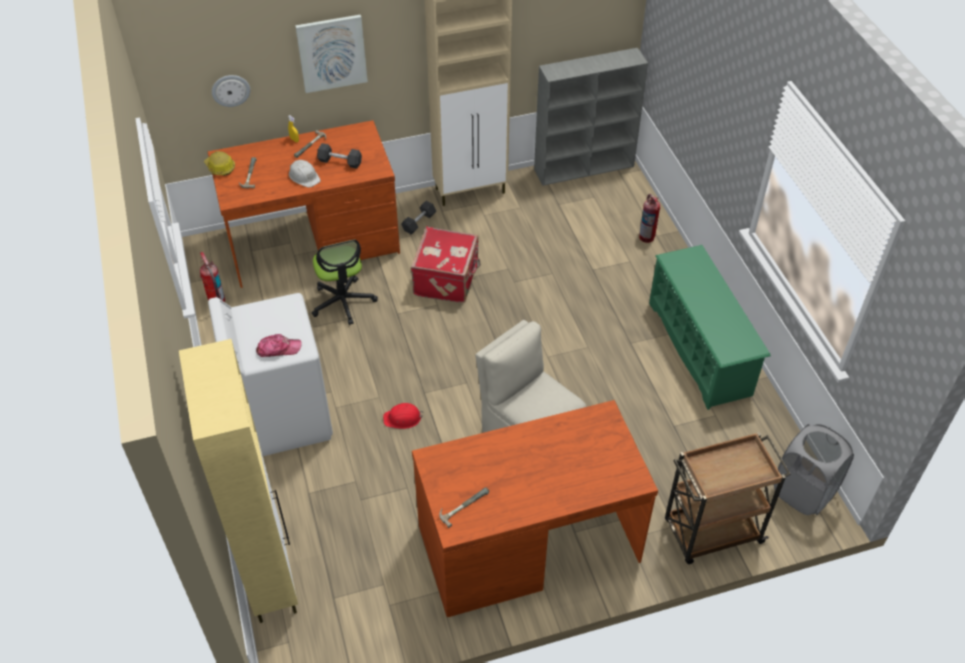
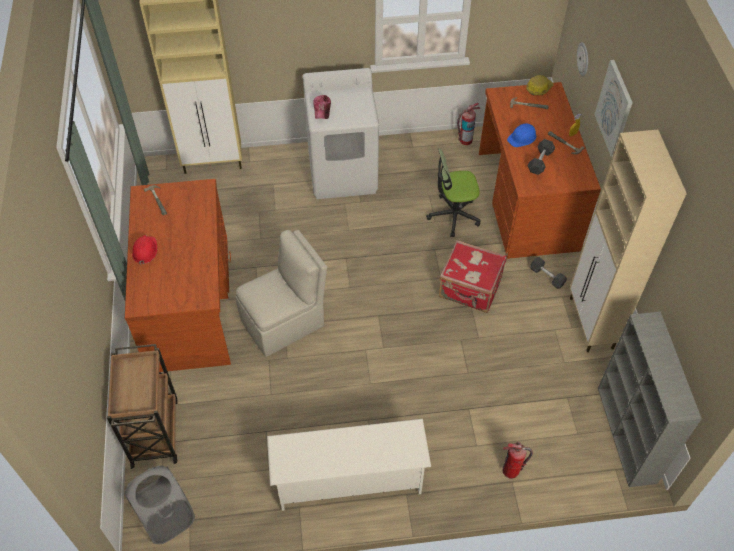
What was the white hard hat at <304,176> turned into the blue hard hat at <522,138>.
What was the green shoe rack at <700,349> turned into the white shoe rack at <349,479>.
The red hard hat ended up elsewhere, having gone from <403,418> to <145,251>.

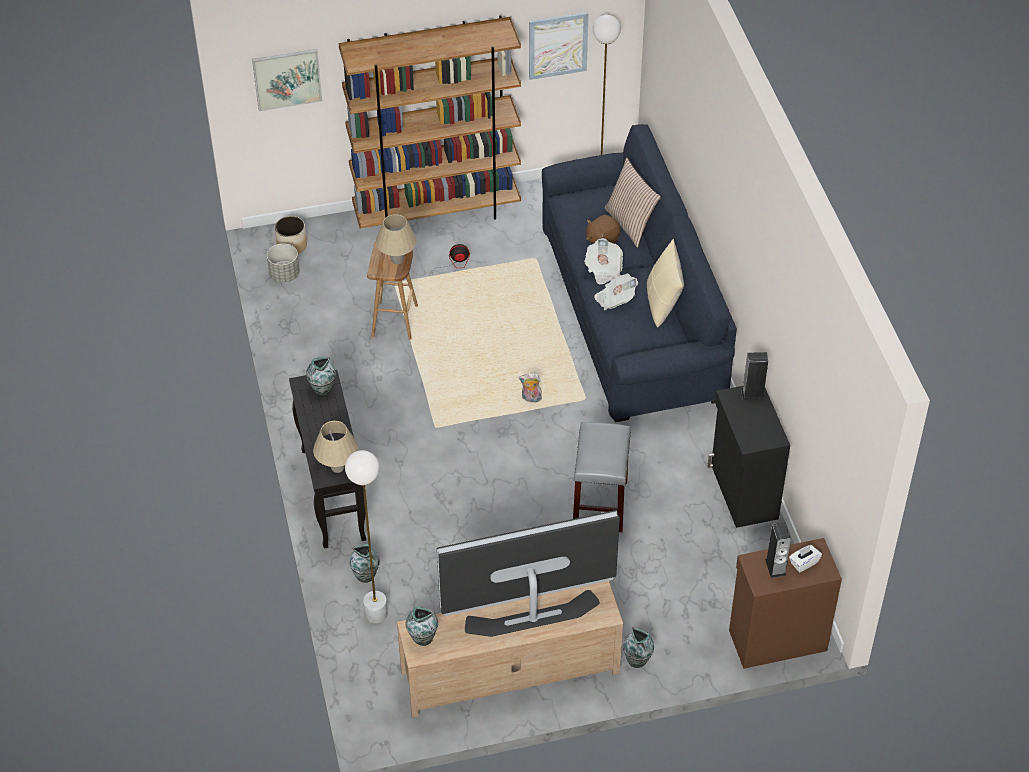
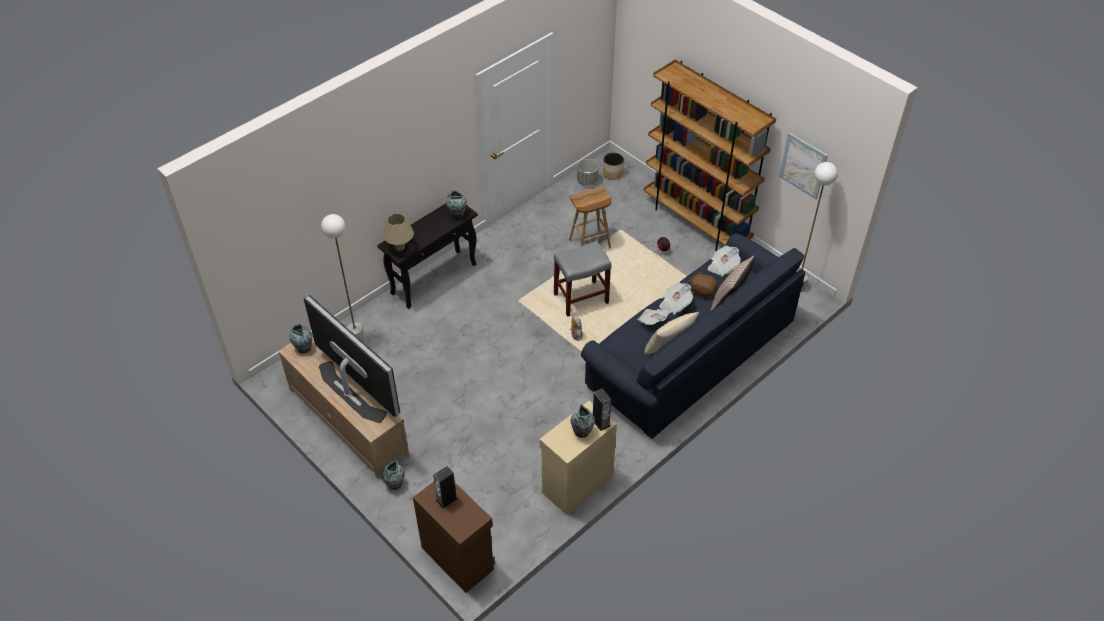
The second view lost the picture at <287,79>.
The second view lost the beige table lamp at <397,260>.
What was the black cabinet at <743,492> turned into the beige cabinet at <576,484>.
The grey stool ended up elsewhere, having gone from <600,504> to <580,299>.
The vase ended up elsewhere, having gone from <366,575> to <582,432>.
The second view lost the white tissue box at <803,563>.
The second view gained the newspaper at <722,266>.

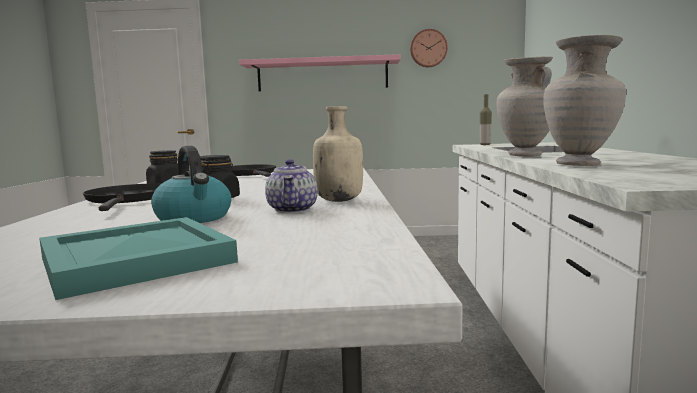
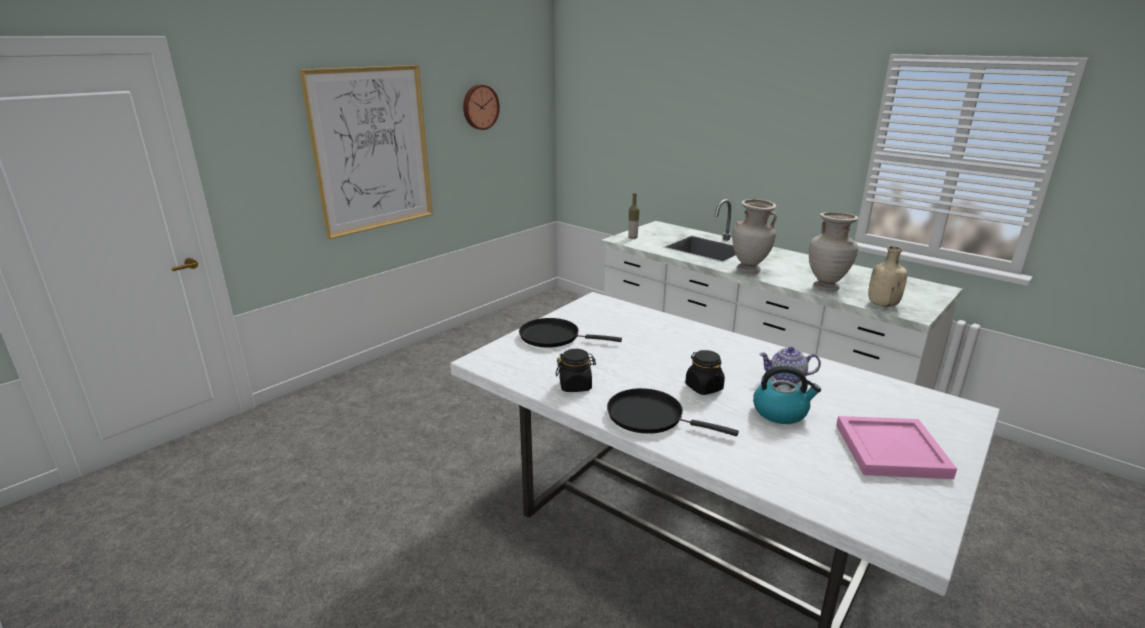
Where the pink shelf hung at <322,75>, the picture came to hang at <372,150>.
The beige bottle ended up elsewhere, having gone from <339,200> to <882,304>.
The teapot at <293,209> ended up facing another way, 150 degrees clockwise from before.
What was the turquoise tray at <134,261> turned into the pink tray at <893,451>.

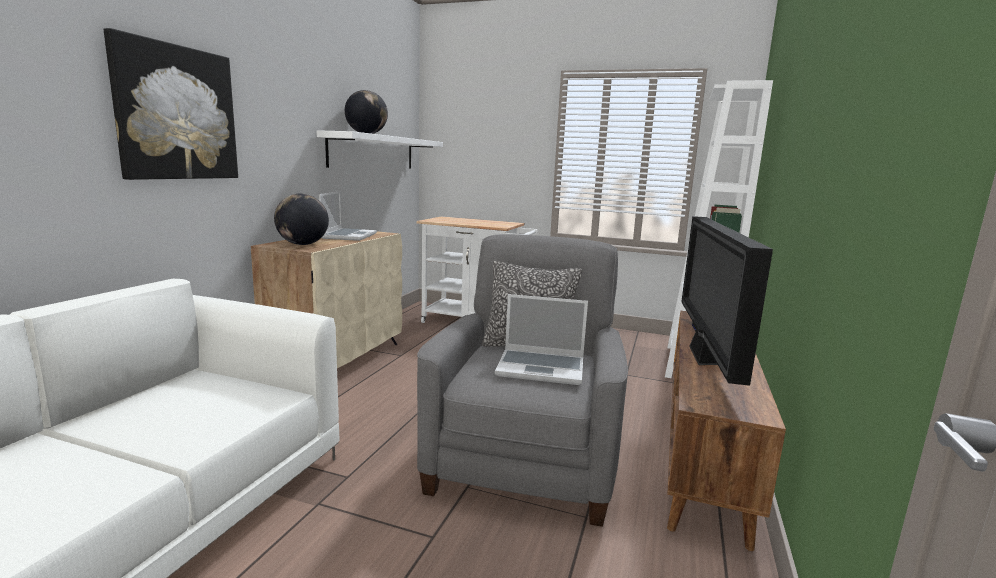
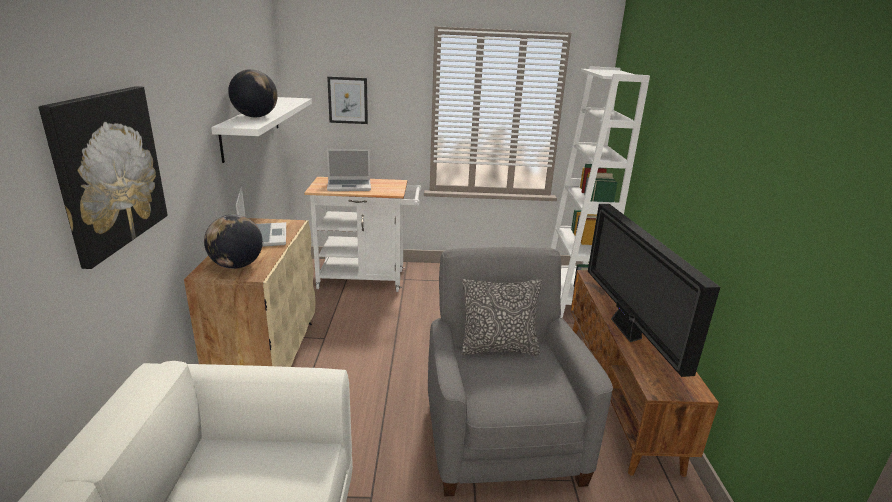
The laptop ended up elsewhere, having gone from <542,368> to <350,186>.
The second view gained the picture at <348,100>.

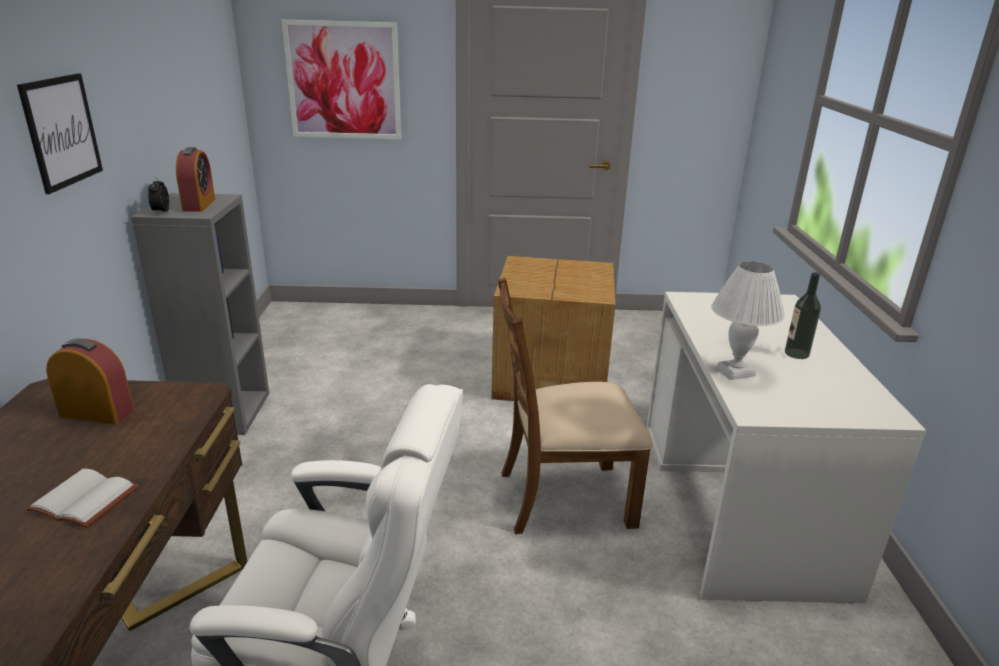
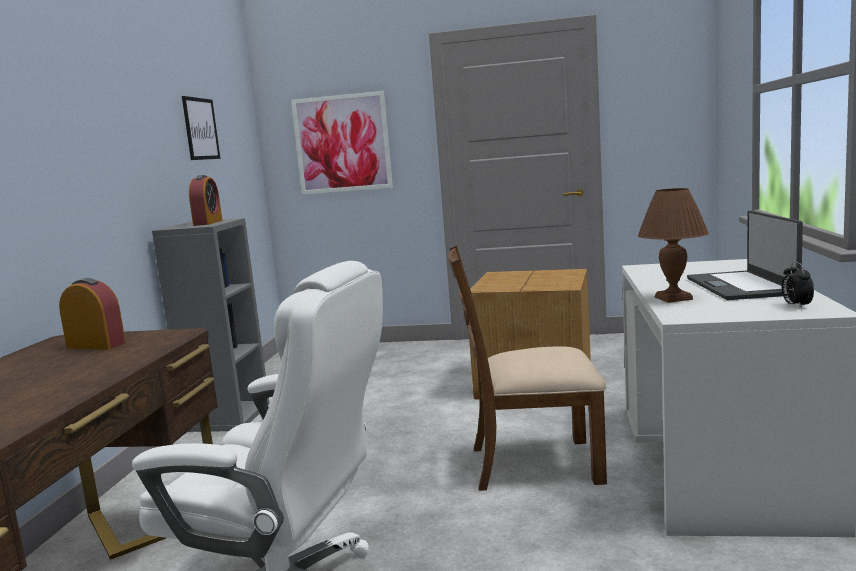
The picture ended up elsewhere, having gone from <62,131> to <201,129>.
The alarm clock ended up elsewhere, having gone from <161,212> to <796,306>.
What was the white table lamp at <736,371> turned into the brown table lamp at <674,298>.
Where the bottle stood at <796,353>, the laptop came to stand at <741,286>.
The second view lost the white book at <87,499>.

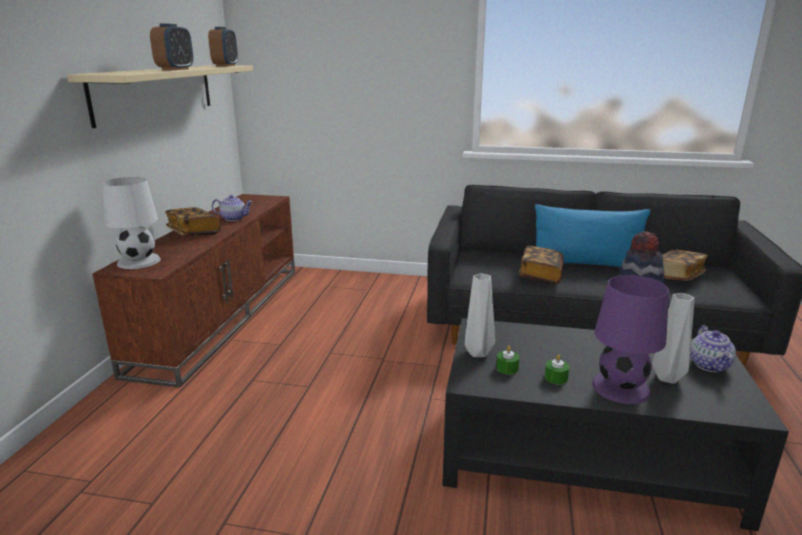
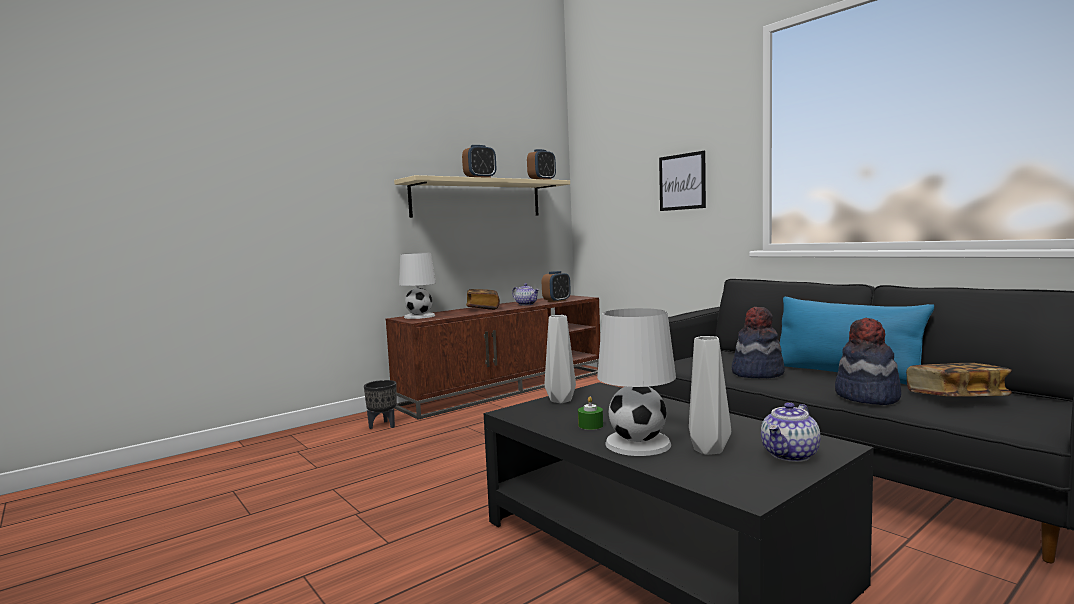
Where the book stood at <540,275>, the hat came to stand at <757,373>.
What was the purple table lamp at <621,388> turned into the white table lamp at <637,444>.
The second view lost the green candle at <507,368>.
The second view gained the picture at <682,182>.
The second view gained the alarm clock at <556,301>.
The second view gained the black planter at <383,425>.

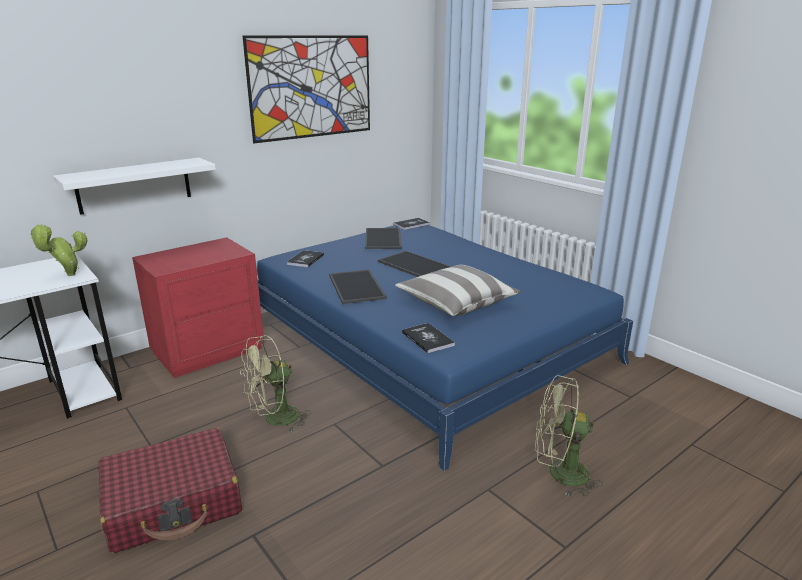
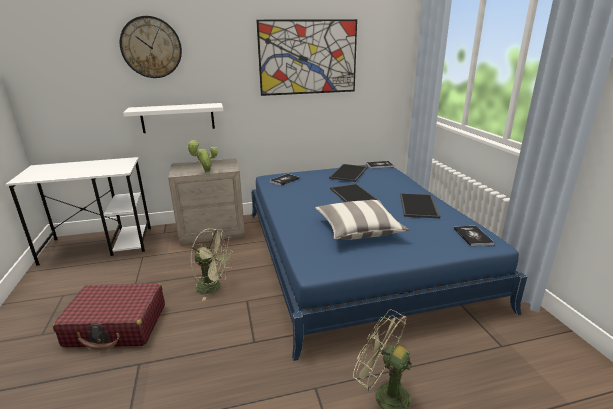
The potted plant ended up elsewhere, having gone from <68,275> to <205,172>.
What was the red nightstand at <207,350> turned into the beige nightstand at <212,231>.
The tray ended up elsewhere, having gone from <358,287> to <419,206>.
The book ended up elsewhere, having gone from <427,339> to <472,236>.
The green fan at <275,420> ended up facing another way, 150 degrees counterclockwise from before.
The second view gained the wall clock at <151,47>.

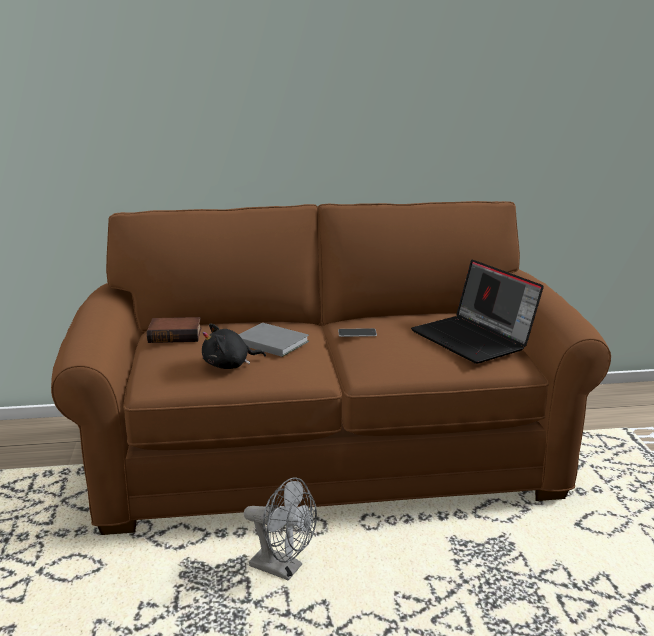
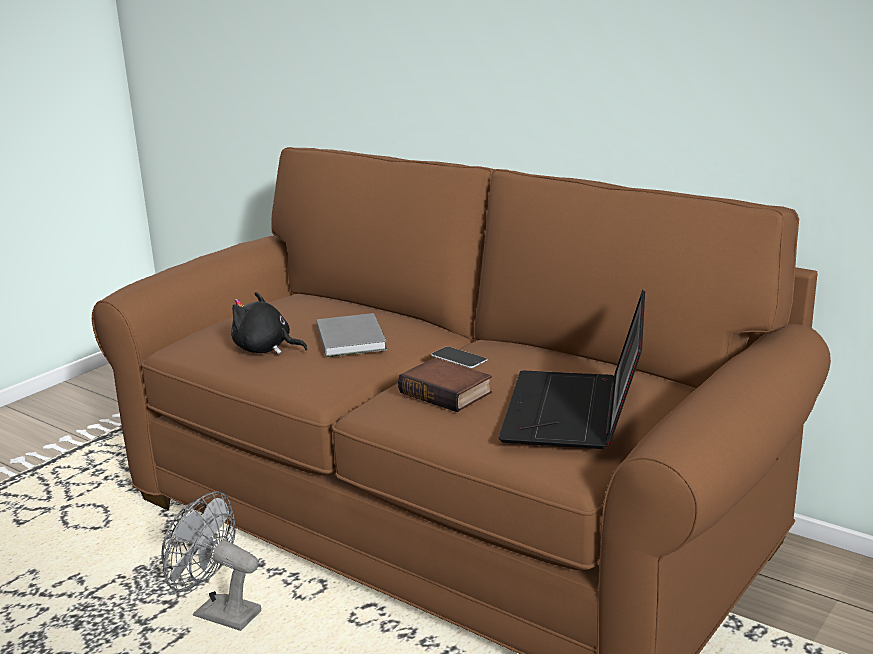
The book ended up elsewhere, having gone from <176,335> to <448,392>.
The grey fan at <283,569> ended up facing another way, 135 degrees clockwise from before.

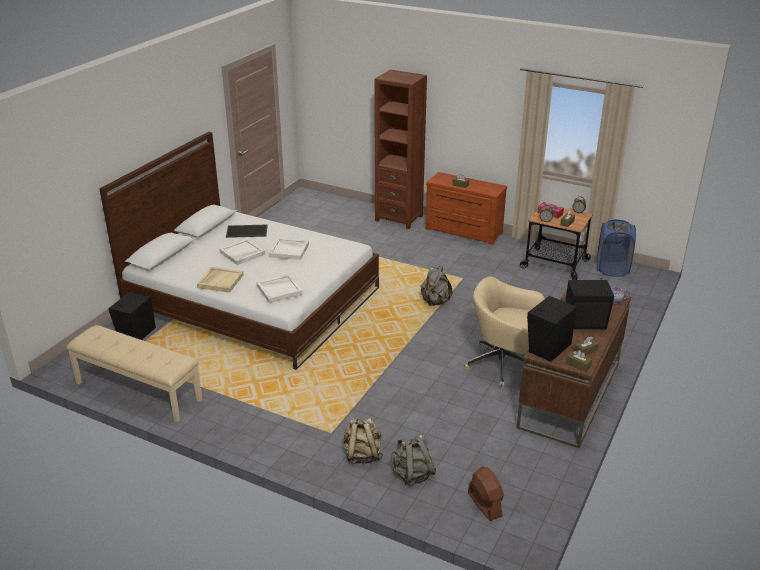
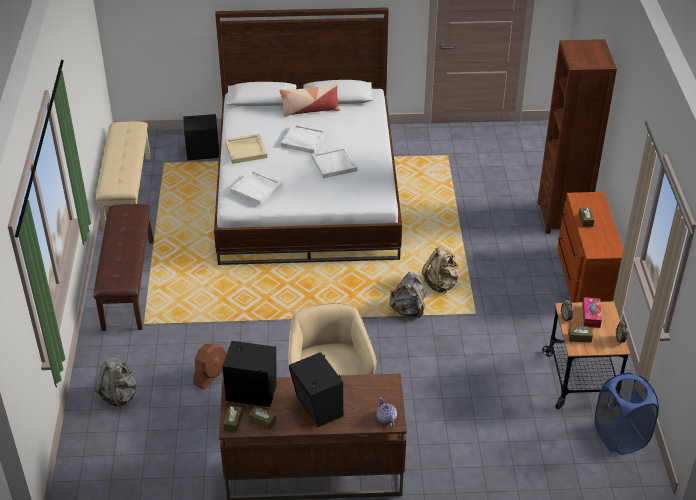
The second view lost the tray at <247,231>.
The beige backpack ended up elsewhere, having gone from <362,455> to <441,284>.
The brown fan ended up elsewhere, having gone from <484,504> to <211,375>.
The second view gained the pillow at <310,110>.
The second view gained the brown bench at <128,284>.

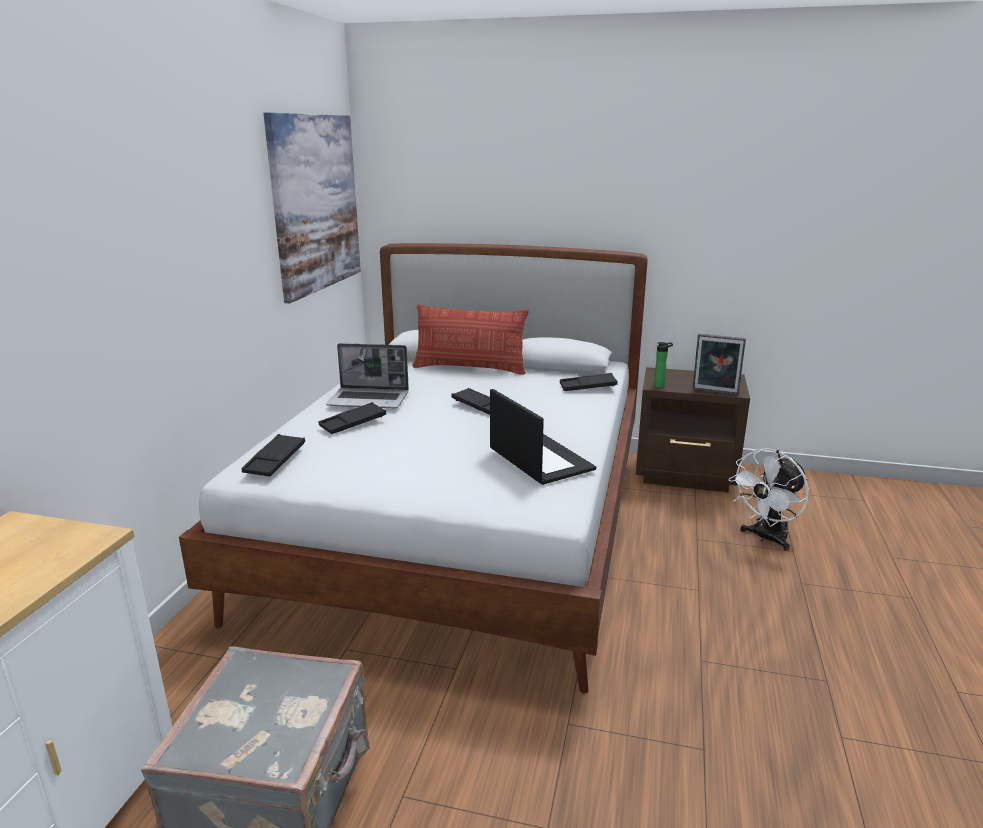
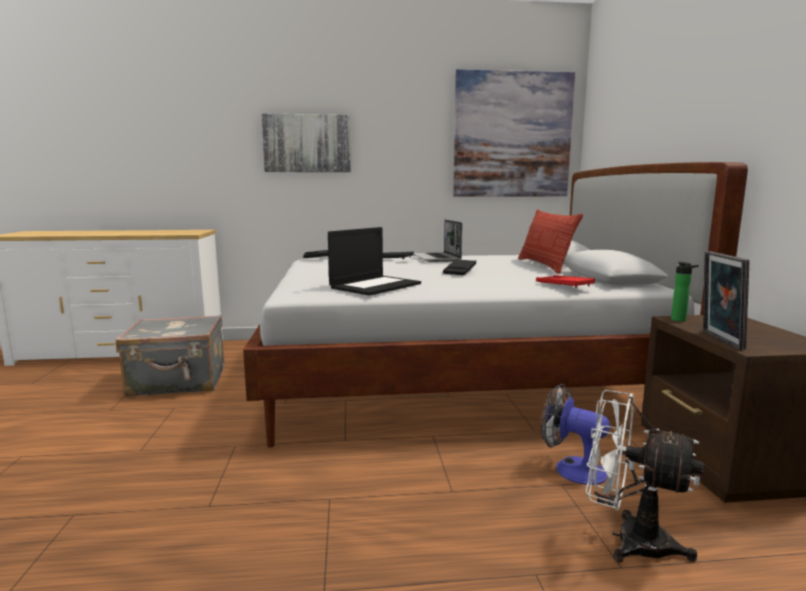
What was the black tray at <588,386> turned into the red tray at <564,285>.
The second view gained the picture at <307,143>.
The second view gained the fan at <571,468>.

